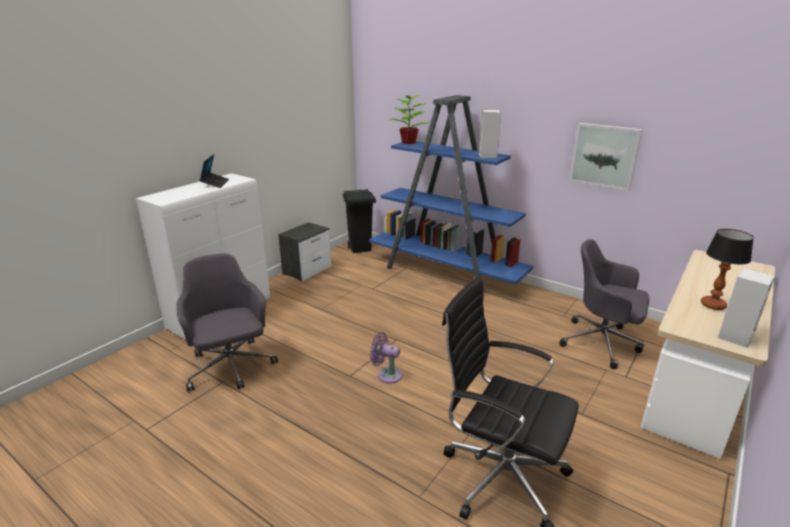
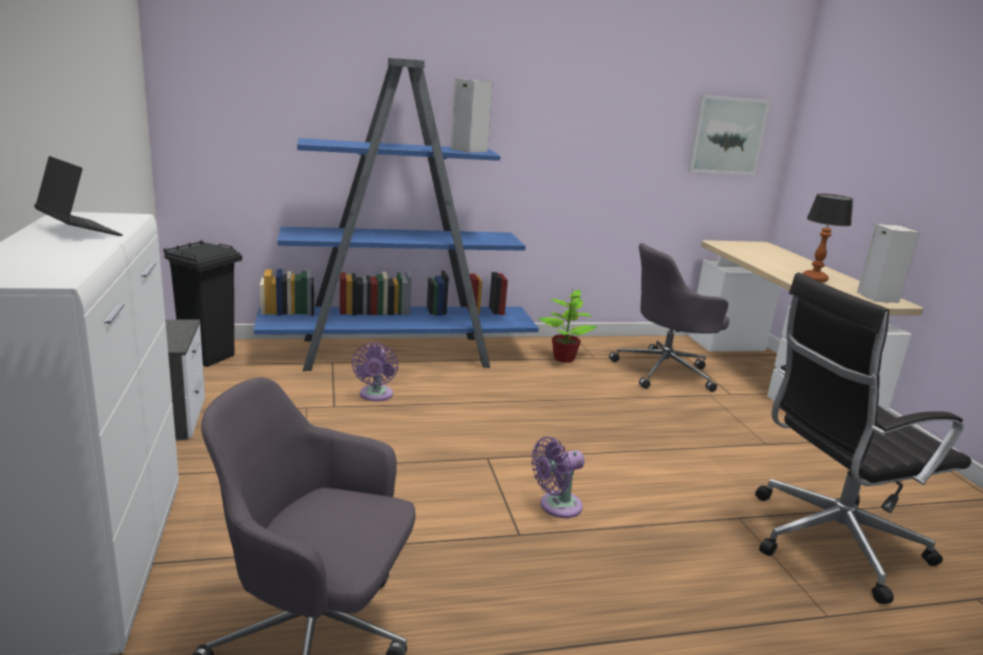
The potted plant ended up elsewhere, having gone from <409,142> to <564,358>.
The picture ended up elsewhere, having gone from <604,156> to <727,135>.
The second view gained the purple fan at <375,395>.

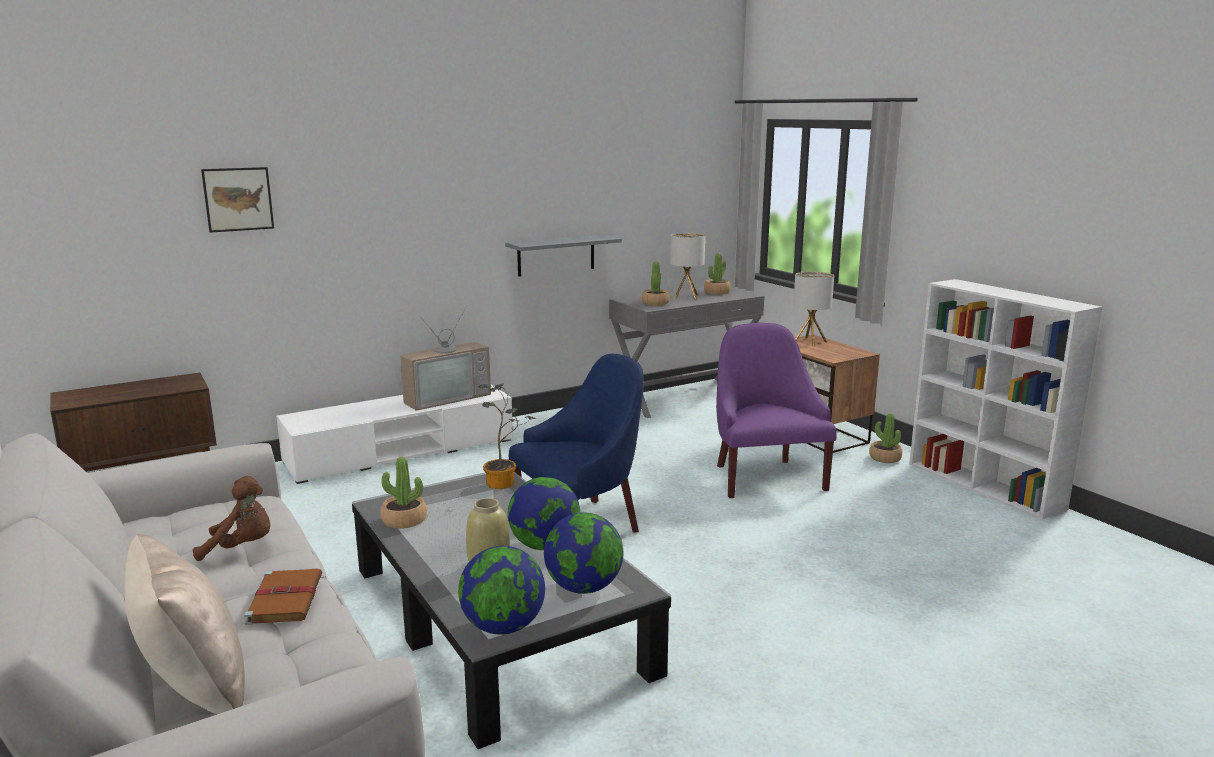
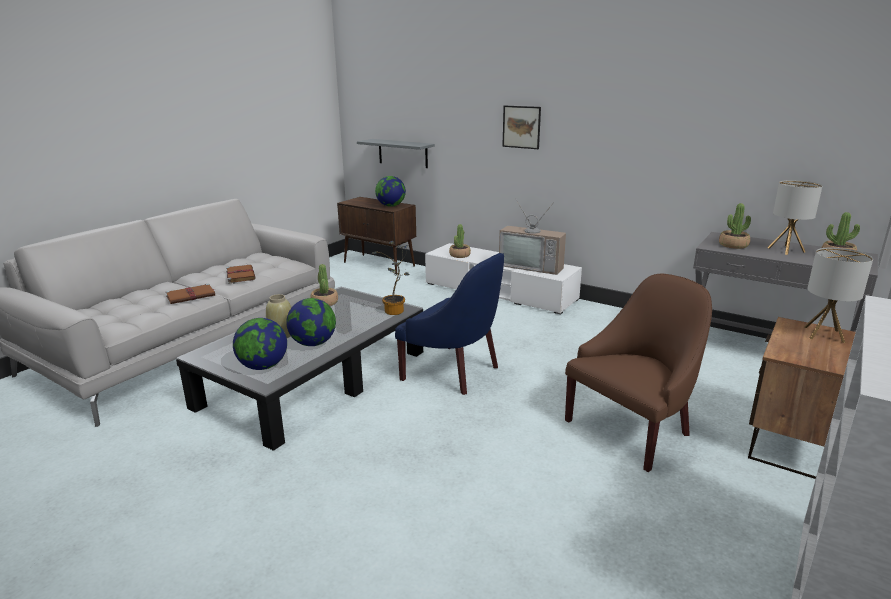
The picture ended up elsewhere, having gone from <238,199> to <521,127>.
The grey shelf ended up elsewhere, having gone from <556,255> to <403,153>.
What was the purple armchair at <764,477> turned into the brown armchair at <632,429>.
The potted plant ended up elsewhere, having gone from <884,458> to <459,255>.
Where the brown plush toy stood at <241,548>, the brown book came to stand at <240,275>.
The second view lost the beige pillow at <193,686>.
The globe ended up elsewhere, having gone from <503,627> to <391,206>.

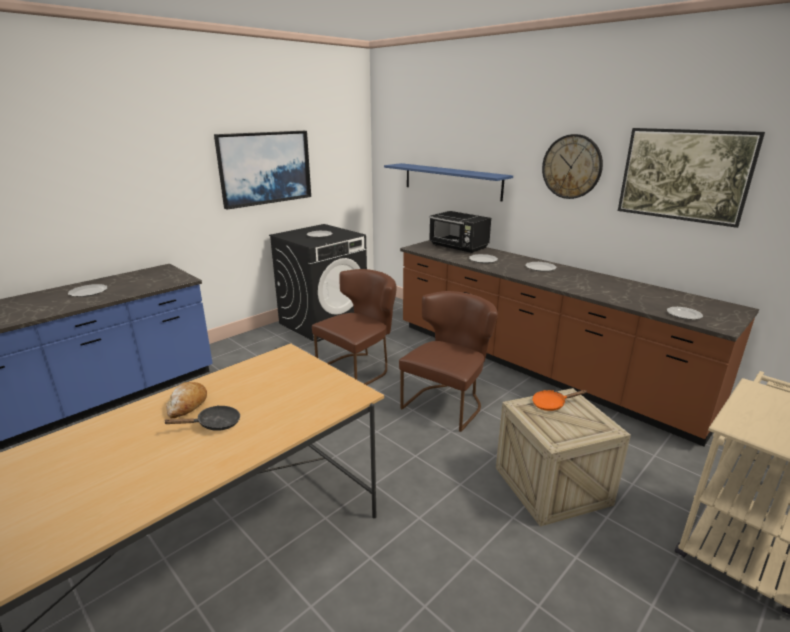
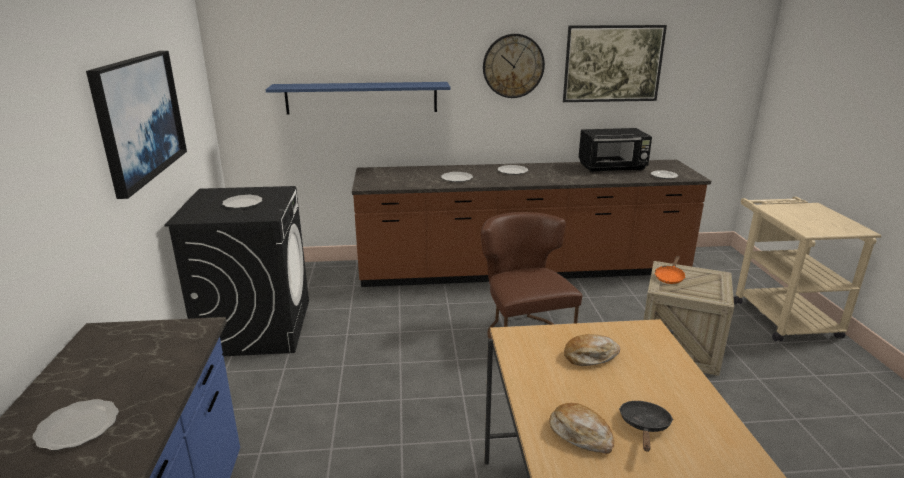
The black microwave ended up elsewhere, having gone from <458,247> to <612,167>.
The second view lost the brown chair at <359,367>.
The second view gained the bread at <590,356>.

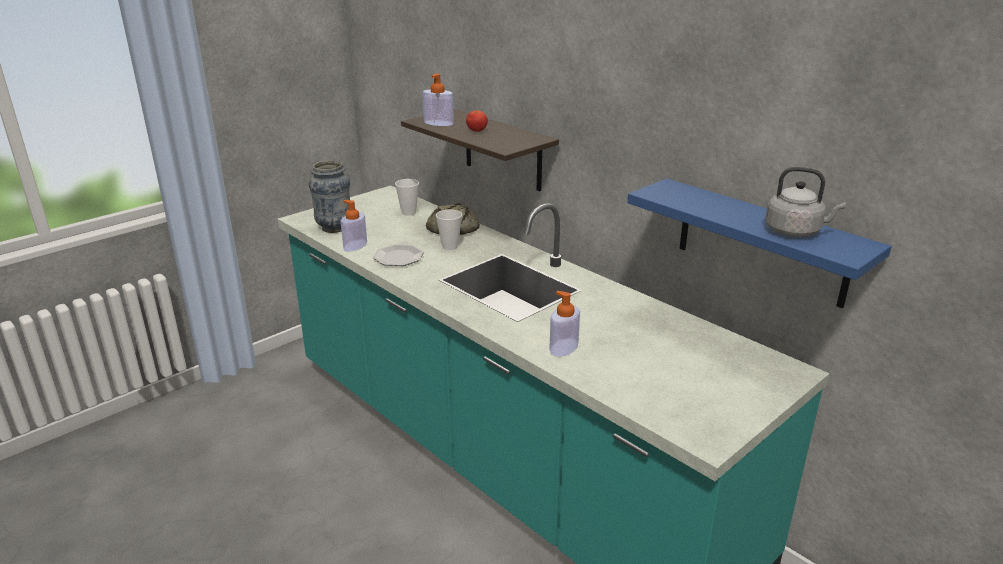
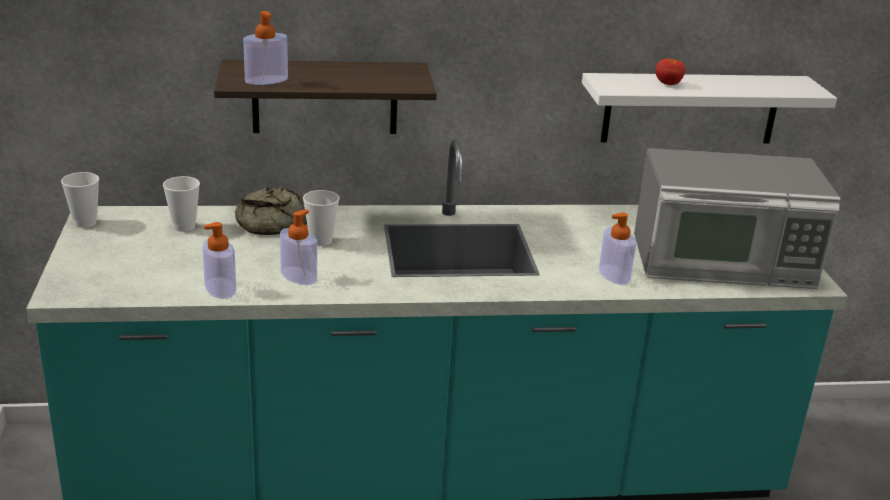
The tomato ended up elsewhere, having gone from <477,131> to <668,84>.
The second view lost the vase at <334,228>.
The second view lost the grey kettle at <795,231>.
What was the blue shelf at <761,242> turned into the white shelf at <691,108>.
Where the plate stood at <398,257>, the soap dispenser came to stand at <299,276>.
The second view gained the microwave at <723,262>.
The second view gained the cup at <85,223>.

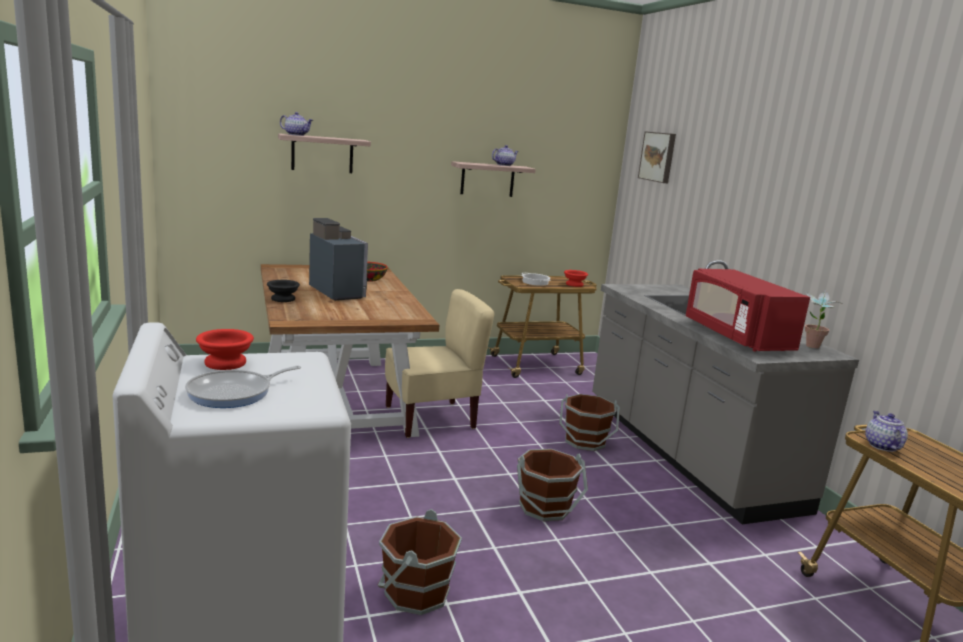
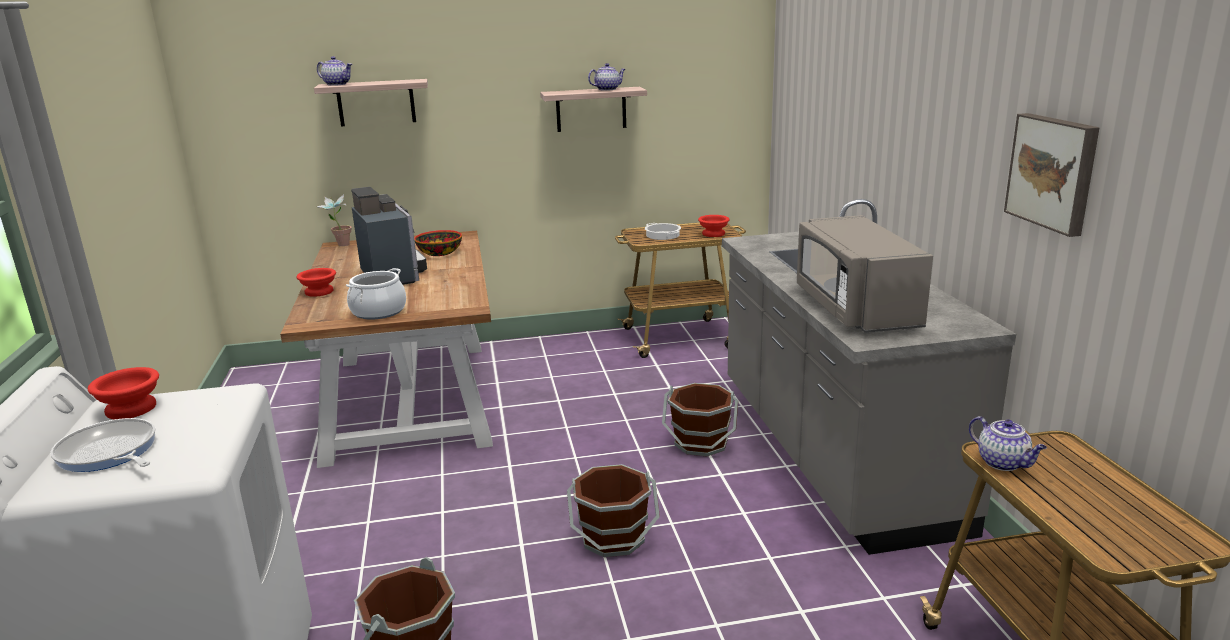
The picture ended up elsewhere, having gone from <658,157> to <1053,172>.
What was the red microwave at <736,336> turned into the grey microwave at <855,308>.
What was the black bowl at <283,299> turned into the red bowl at <320,291>.
The second view lost the beige chair at <431,418>.
The potted plant ended up elsewhere, having gone from <812,347> to <340,245>.
The frying pan at <234,393> ended up facing another way, 75 degrees clockwise from before.
The teapot at <881,446> ended up facing another way, 135 degrees clockwise from before.
The second view gained the cooking pot at <378,311>.

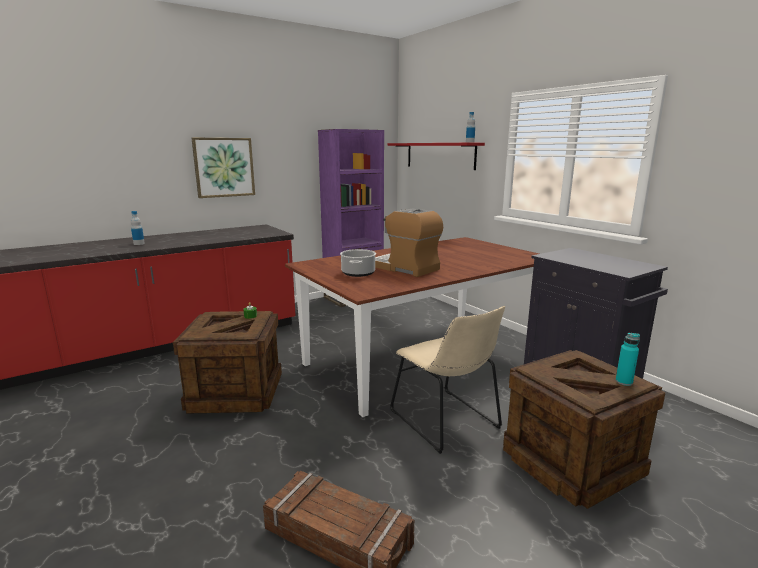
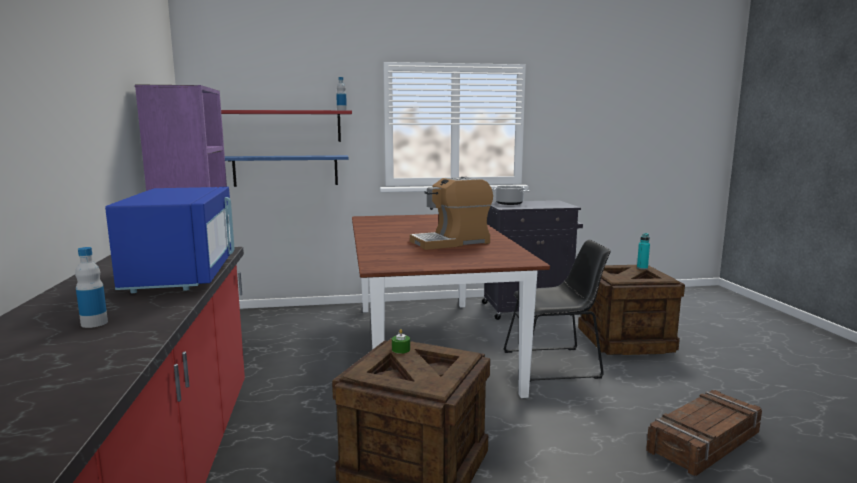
The second view lost the picture at <224,167>.
The cooking pot ended up elsewhere, having gone from <358,273> to <508,203>.
What was the beige chair at <446,421> turned into the black chair at <555,364>.
The second view gained the blue shelf at <285,170>.
The second view gained the blue microwave at <183,274>.

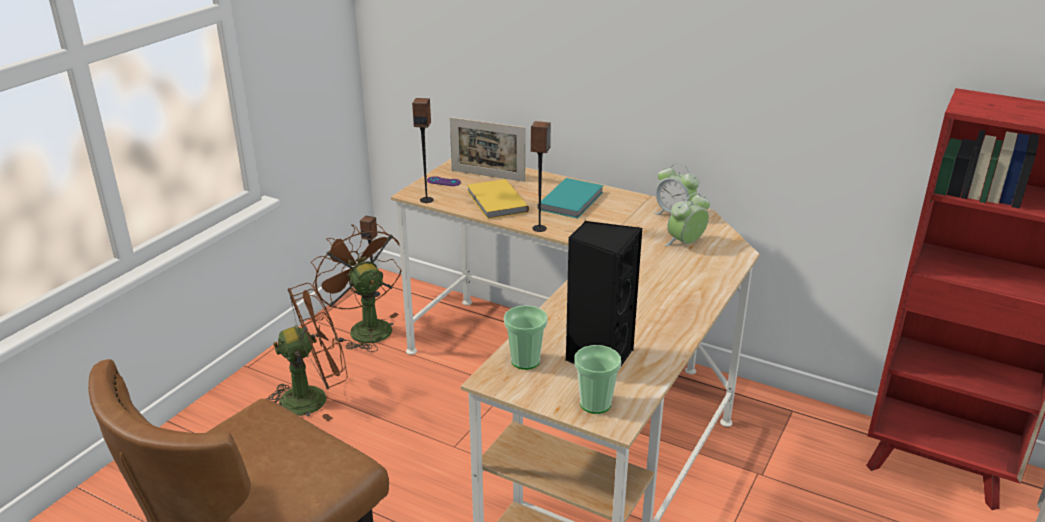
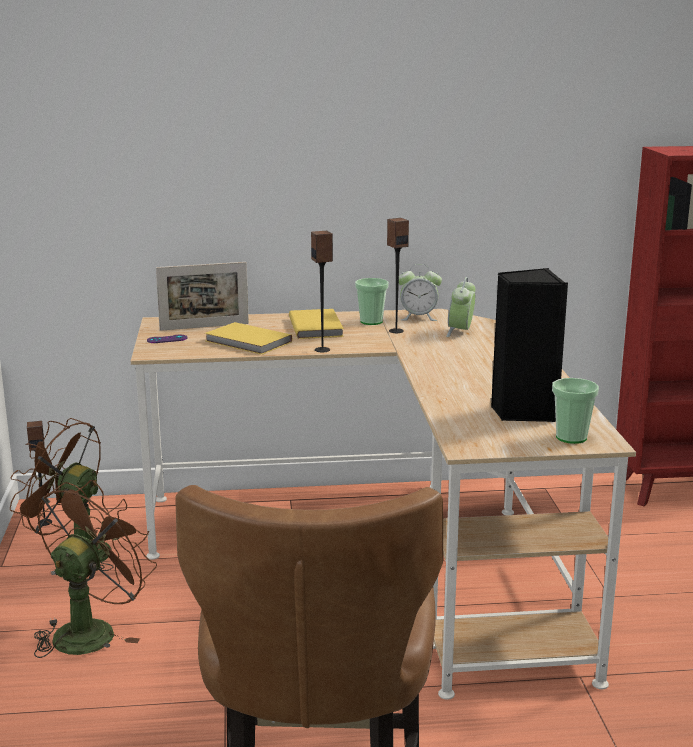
The speaker ended up elsewhere, having gone from <426,200> to <396,331>.
What was the turquoise book at <573,200> turned into the yellow book at <317,326>.
The cup ended up elsewhere, having gone from <525,361> to <371,321>.

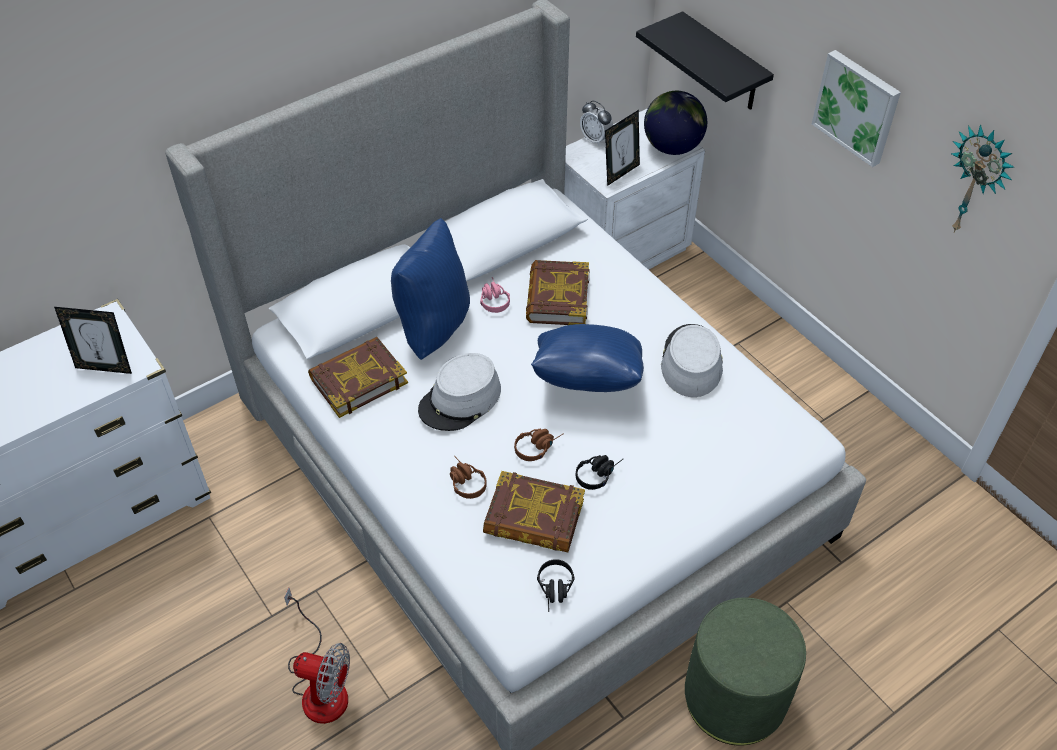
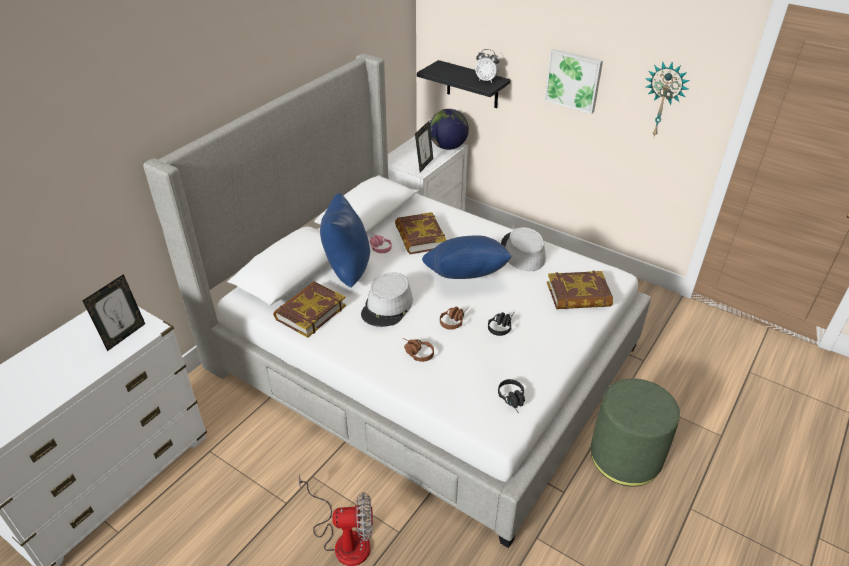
The alarm clock ended up elsewhere, having gone from <595,139> to <486,80>.
The picture frame at <105,367> ended up facing another way, 45 degrees counterclockwise from before.
The book ended up elsewhere, having gone from <534,518> to <578,295>.

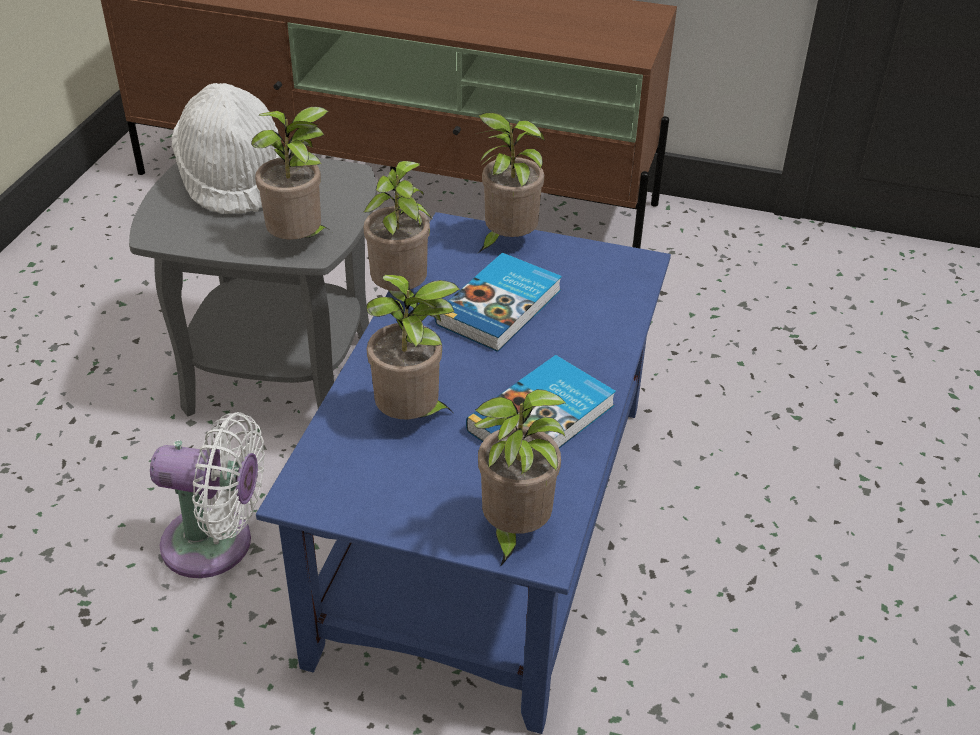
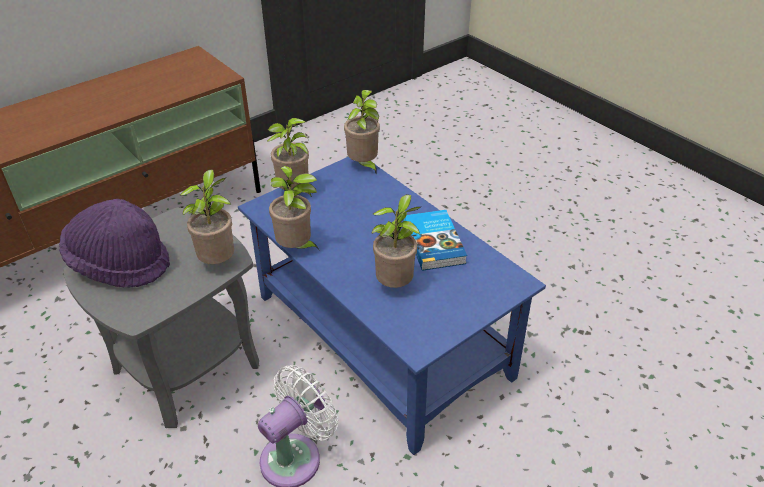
What was the white hat at <233,179> turned into the purple hat at <120,264>.
The second view lost the book at <501,307>.
The potted plant ended up elsewhere, having gone from <513,532> to <363,165>.

